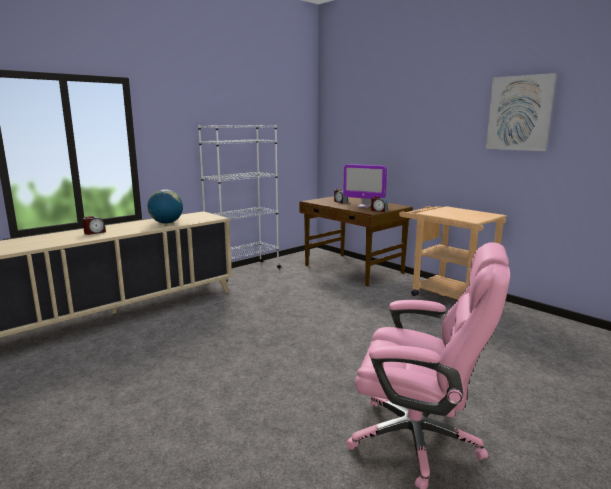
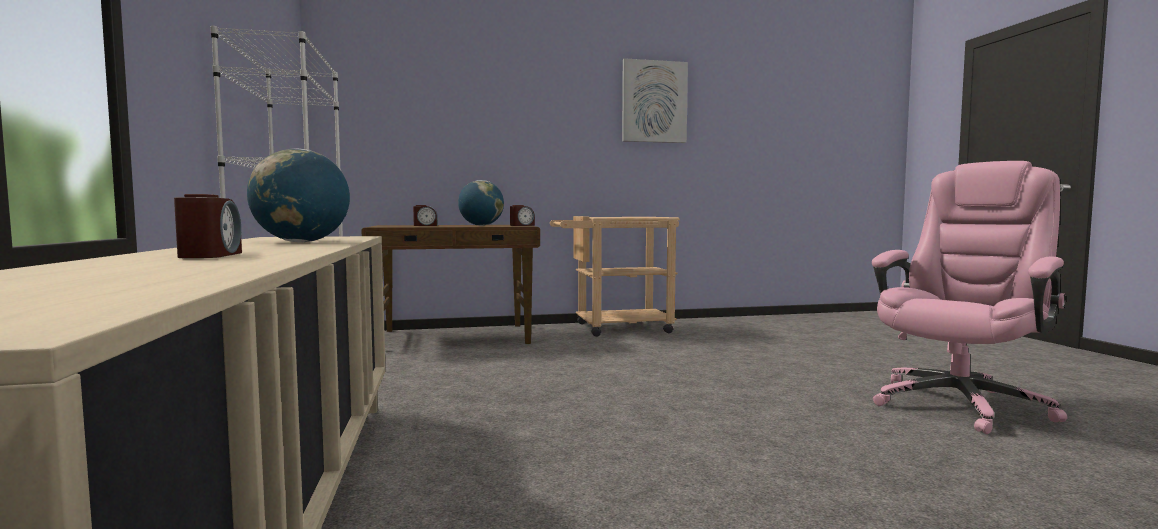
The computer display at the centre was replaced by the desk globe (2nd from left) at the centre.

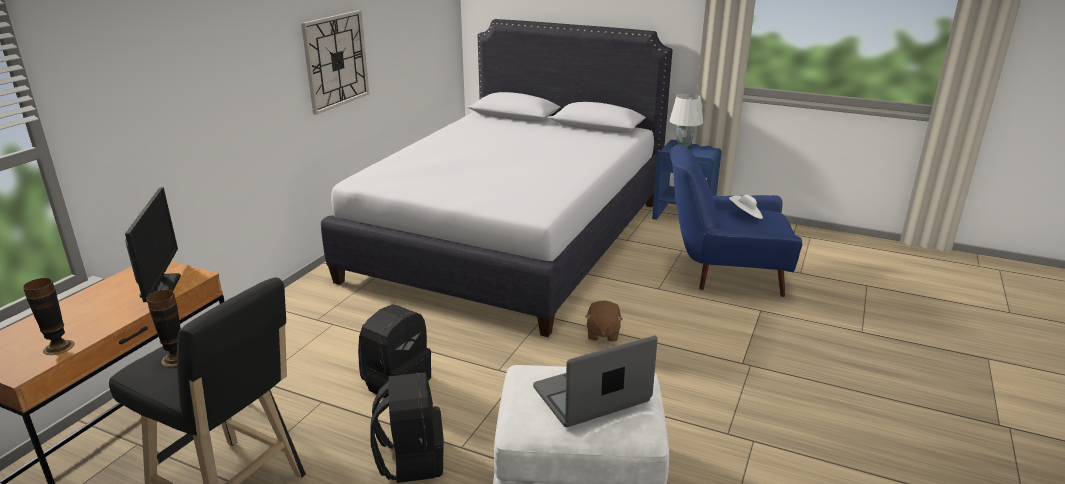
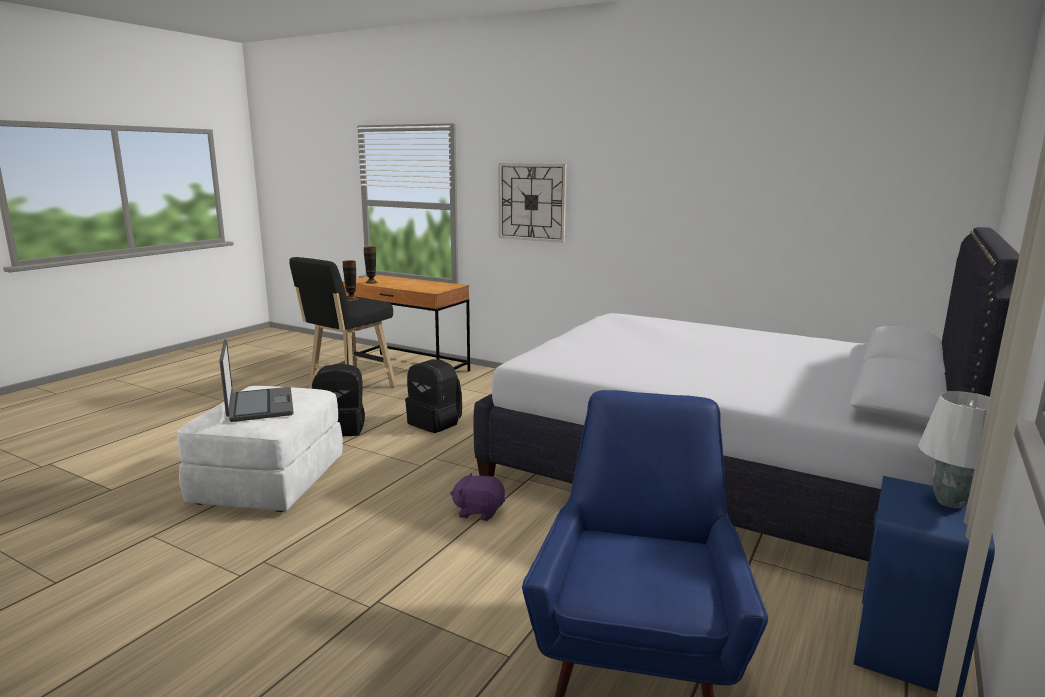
The brownish plush toy at the centre became the purplish plush toy at the bottom centre. The wall clock moved from the top left to the top centre. The computer display at the middle left disappeared. The white-coloured hat at the middle right disappeared.

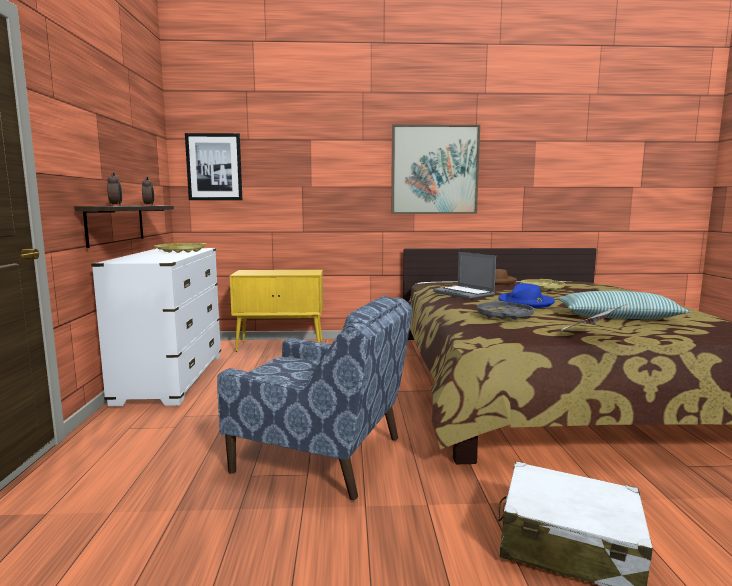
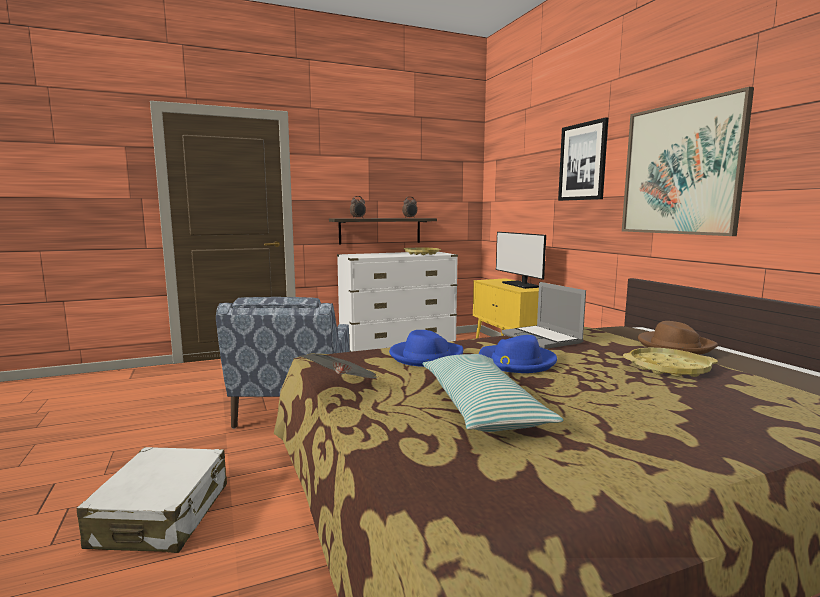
The greyish carrying tray at the middle right was replaced by the blue hat (1st from left) at the centre. The computer display at the centre appeared. The laptop at the centre turned 60 degrees counterclockwise. The wall art (1st from left) moved from the top left to the top right.

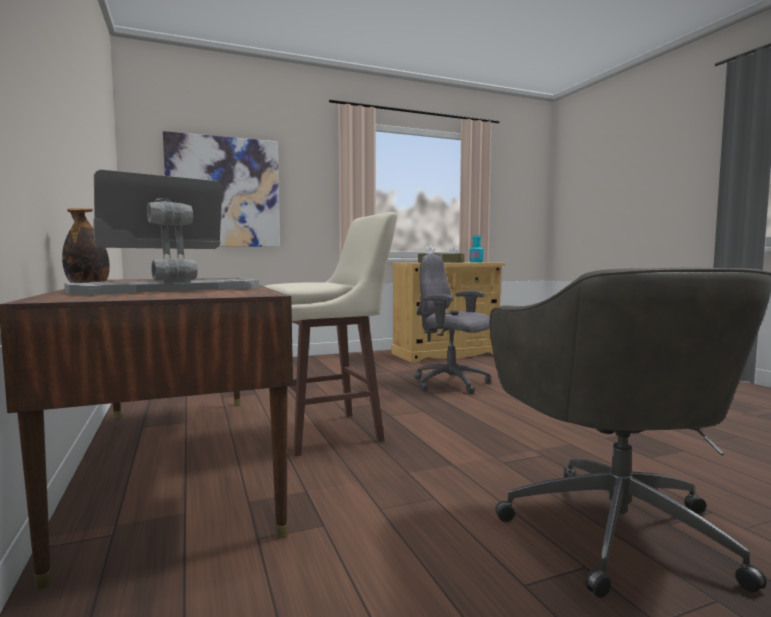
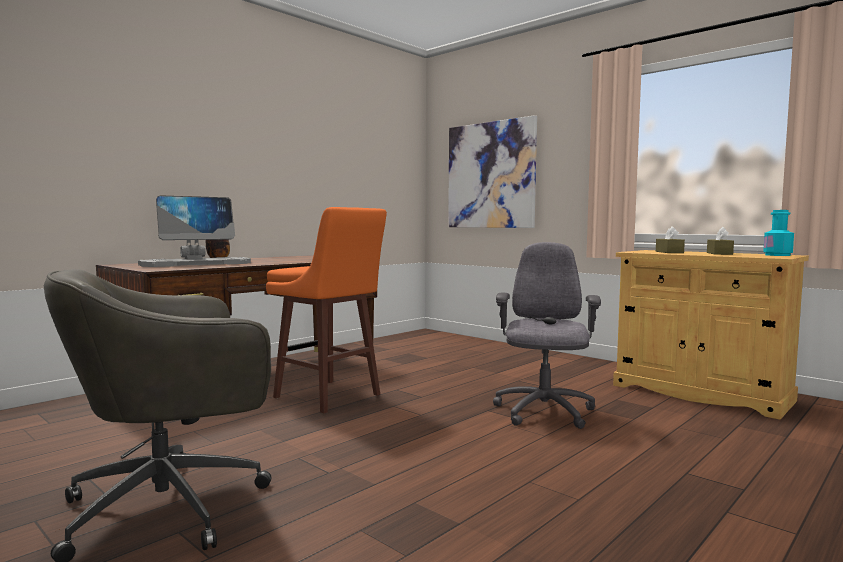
The computer display at the middle left turned 120 degrees clockwise. The beige-coloured stool seat at the centre became the orangey stool seat at the centre.

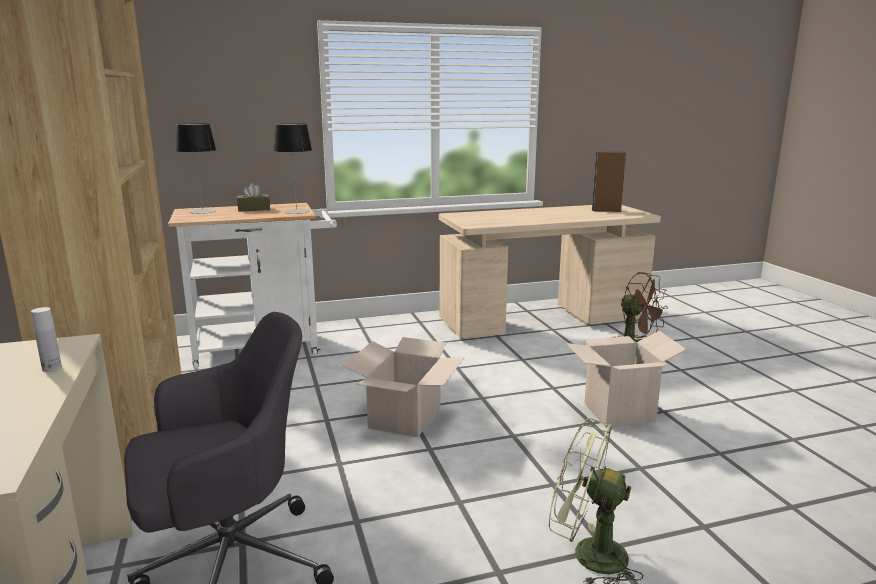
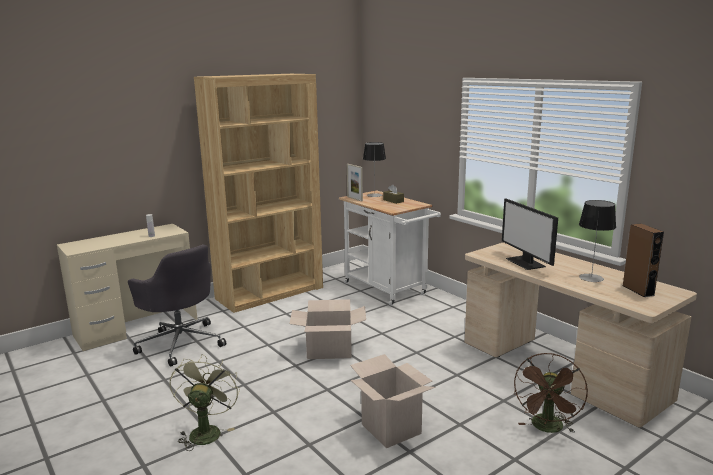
The picture frame at the centre appeared. The computer display at the middle right appeared. The lamp for a table (2nd from left) moved from the top centre to the middle right.

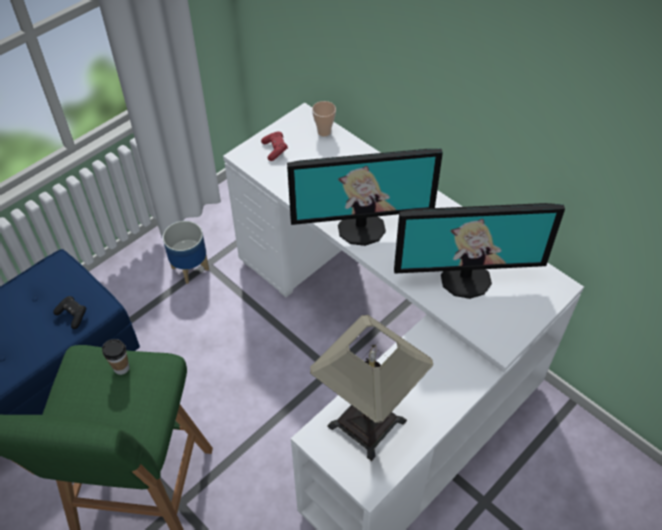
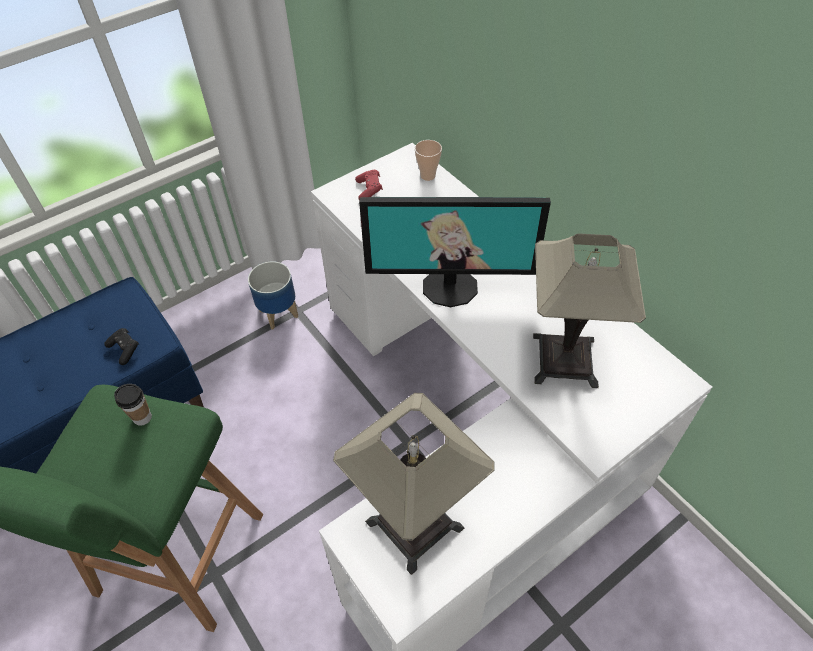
The computer display (2nd from left) at the middle right was replaced by the lamp for a table (2nd from left) at the middle right.

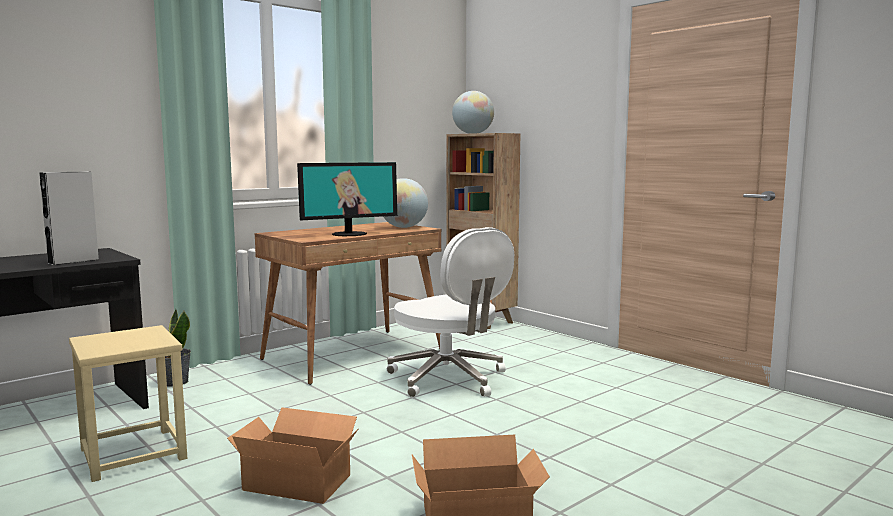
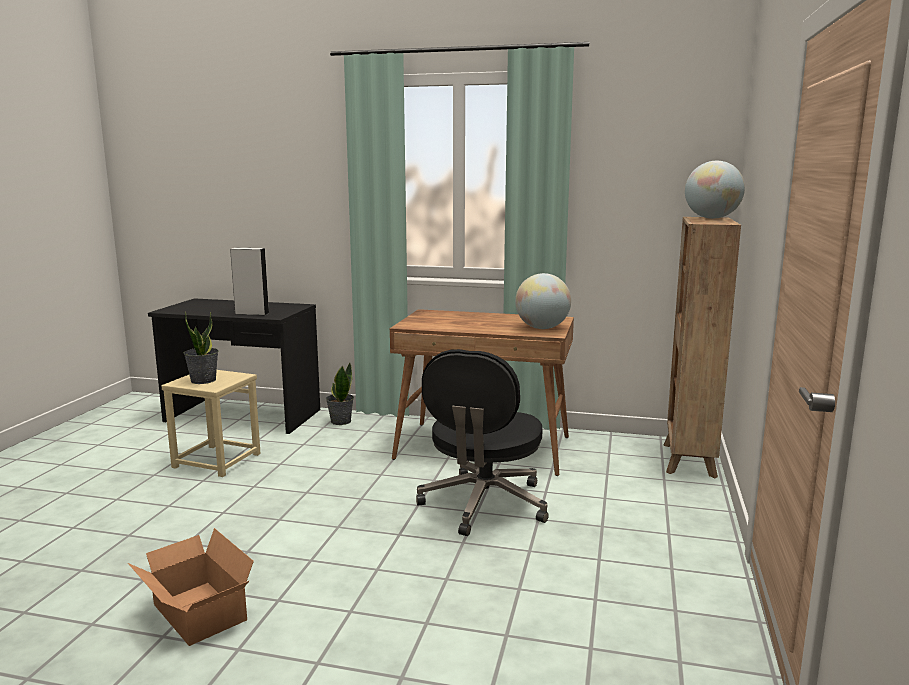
The houseplant (1st from left) at the middle left appeared. The white-coloured desk chair at the centre became the blackish desk chair at the centre. The packing box (1st from left) at the bottom left disappeared. The computer display at the centre disappeared.

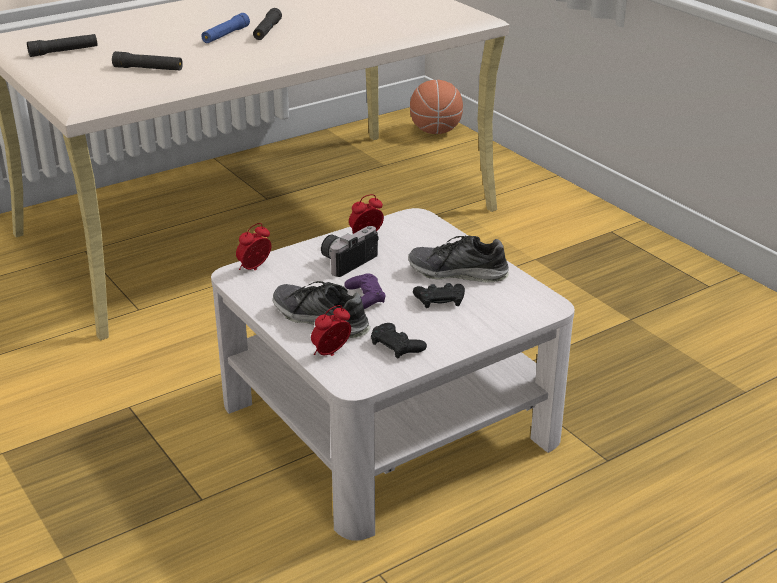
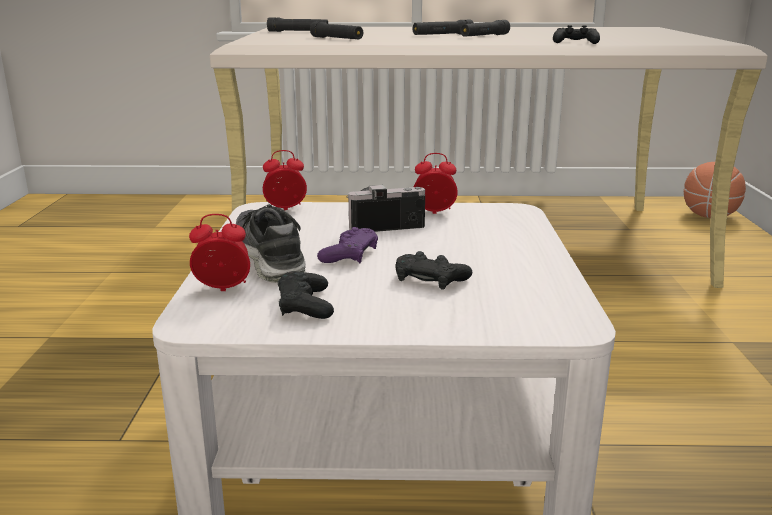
The blue hand torch at the top left became the blackish hand torch (3rd from left) at the top centre. The blackish gamepad (3rd from left) at the top right appeared. The shoe (2nd from left) at the centre disappeared.

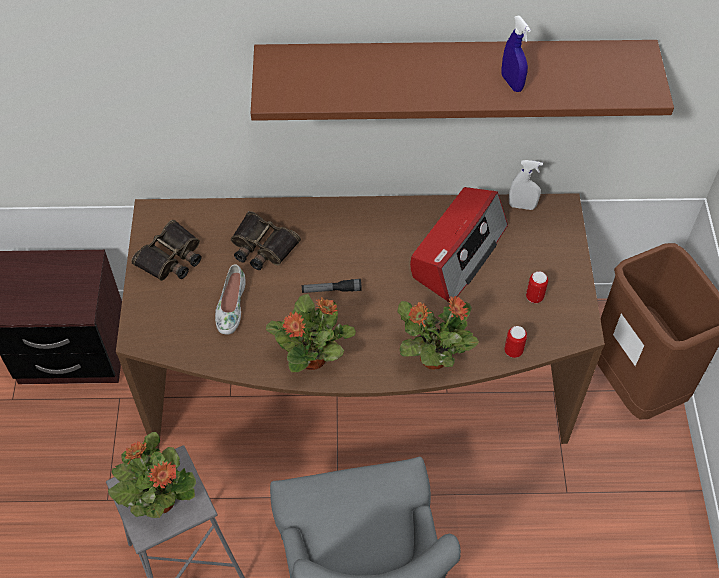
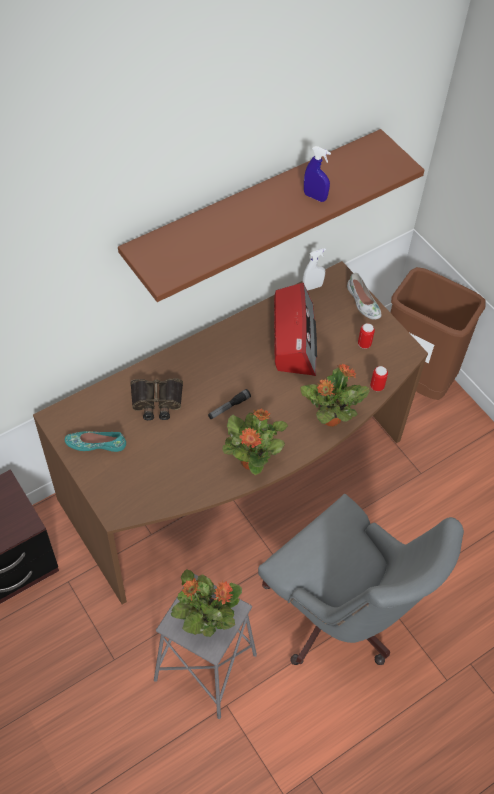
The binoculars (1st from left) at the middle left was replaced by the blue-green shoe at the middle left. The white-coloured shoe moved from the middle left to the middle right.

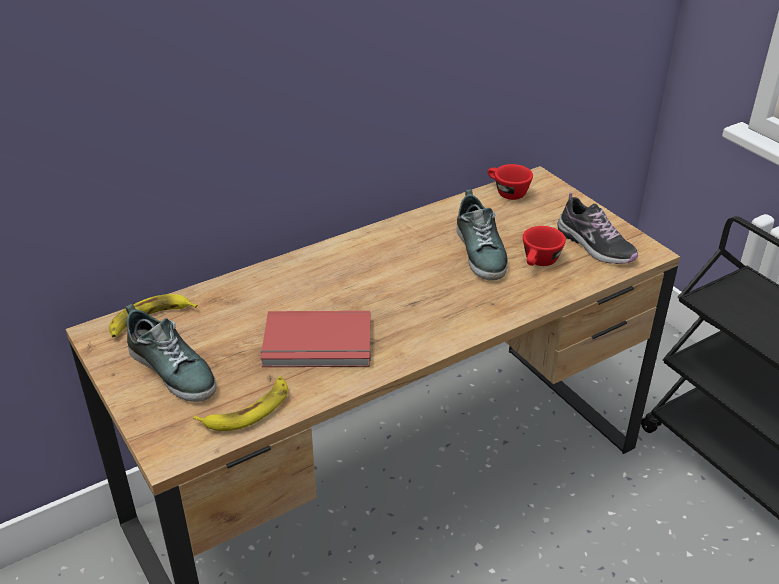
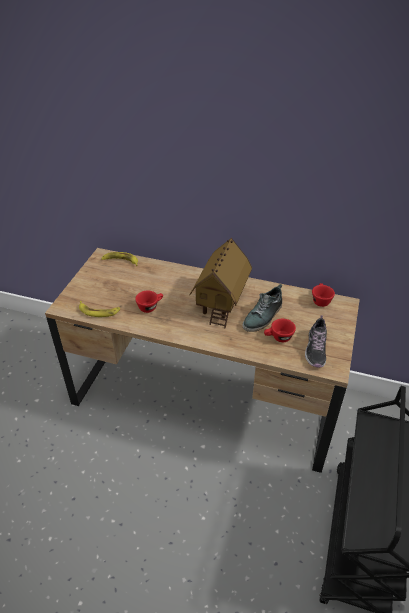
The red-coloured book at the centre was replaced by the red-coloured drinking cup (1st from left) at the centre. The toy house at the centre appeared. The shoe (1st from left) at the middle left disappeared.

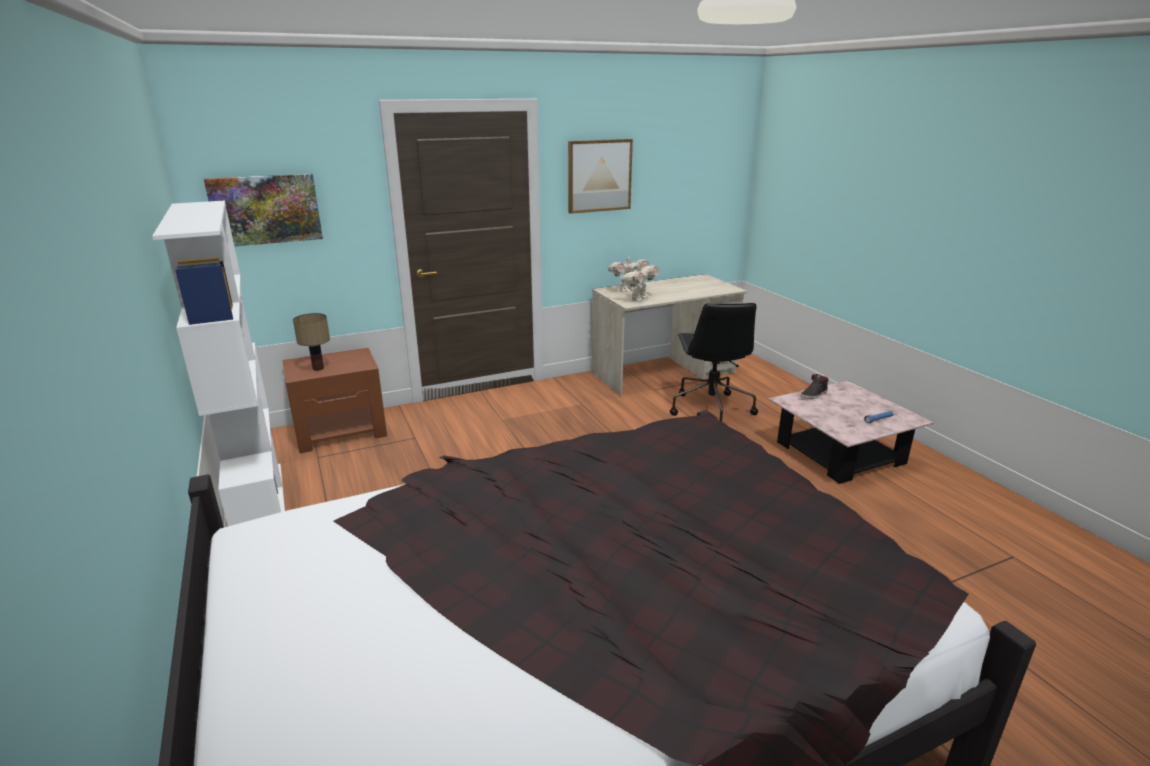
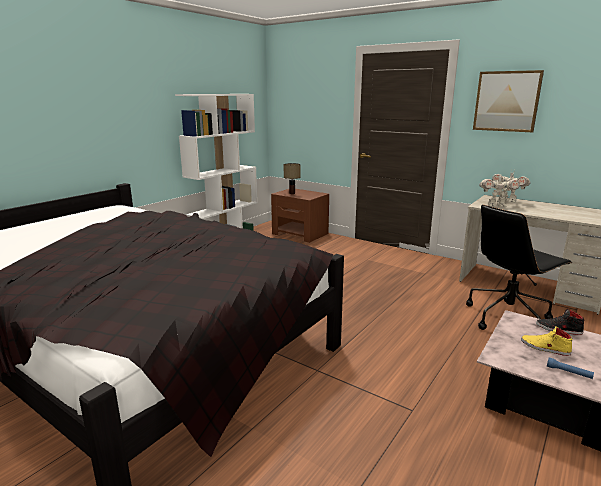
The yellow-coloured shoe at the bottom right appeared. The wall art (1st from left) at the top left disappeared.

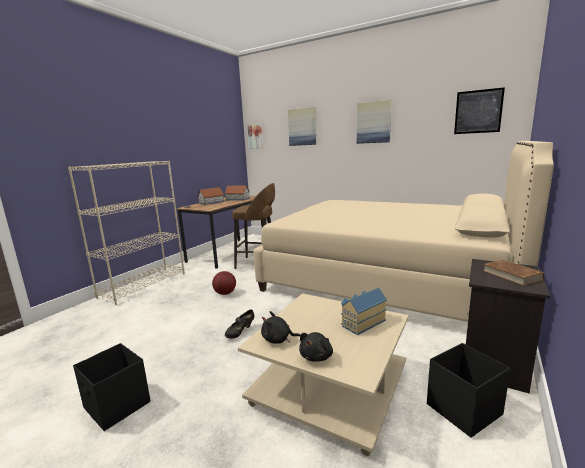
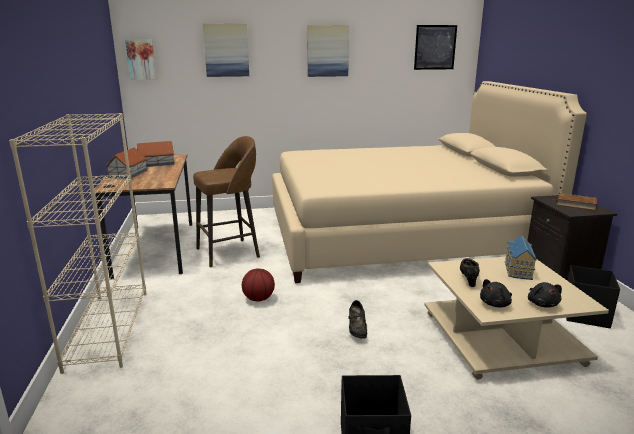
The blackish shoe (2nd from left) at the middle right appeared.

